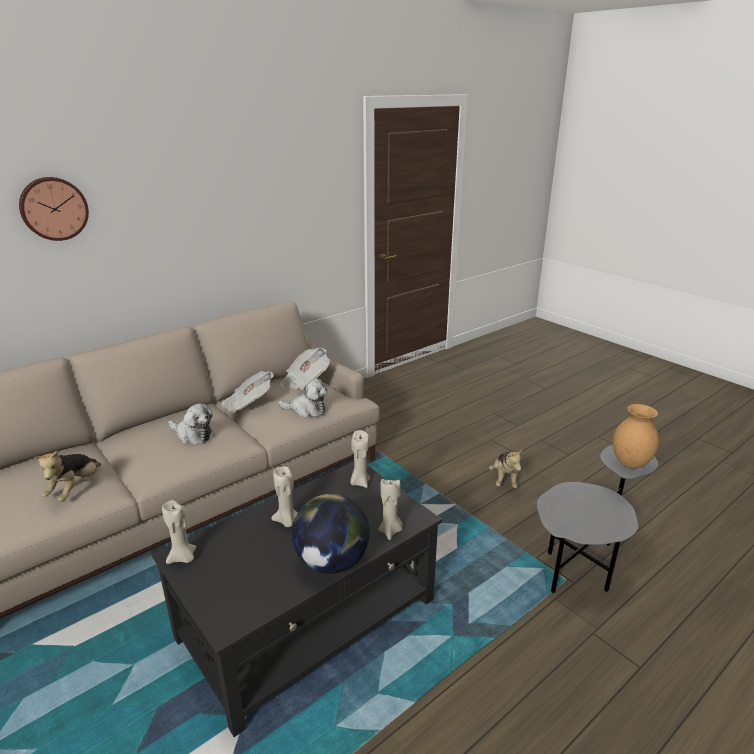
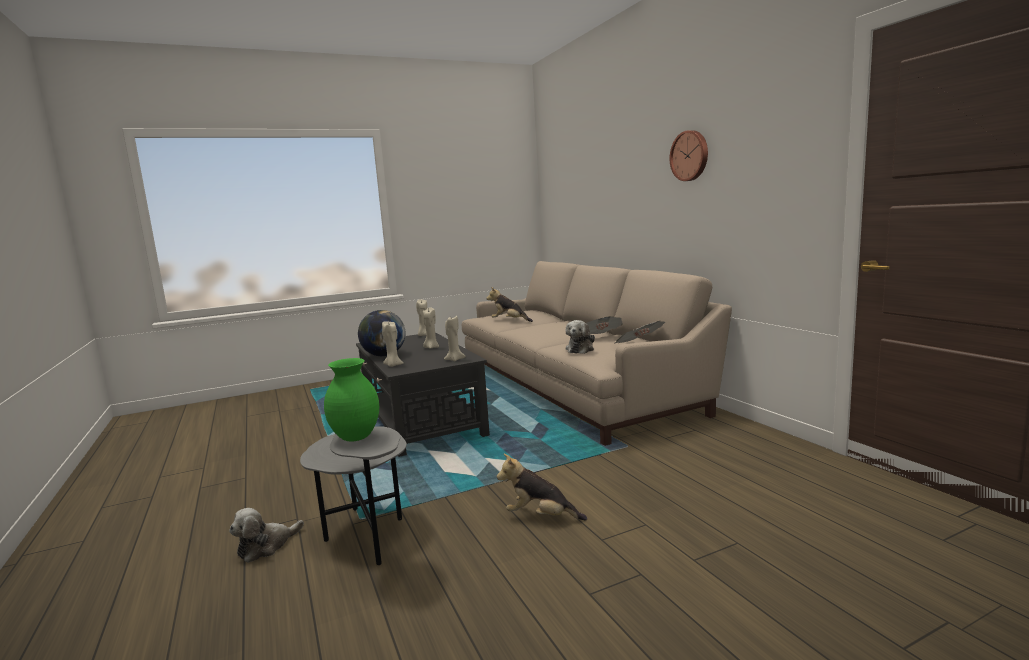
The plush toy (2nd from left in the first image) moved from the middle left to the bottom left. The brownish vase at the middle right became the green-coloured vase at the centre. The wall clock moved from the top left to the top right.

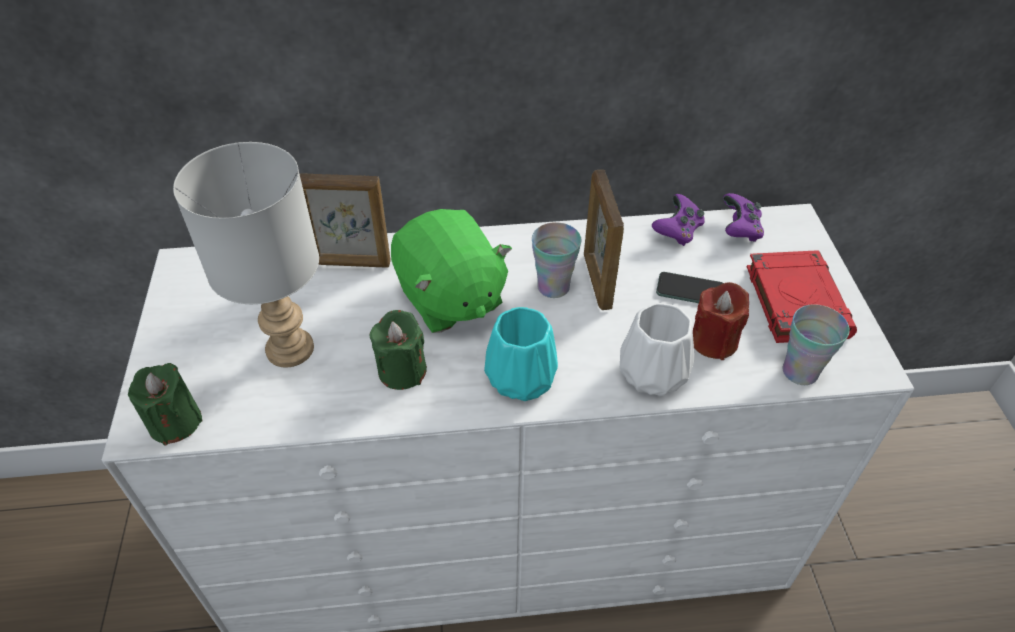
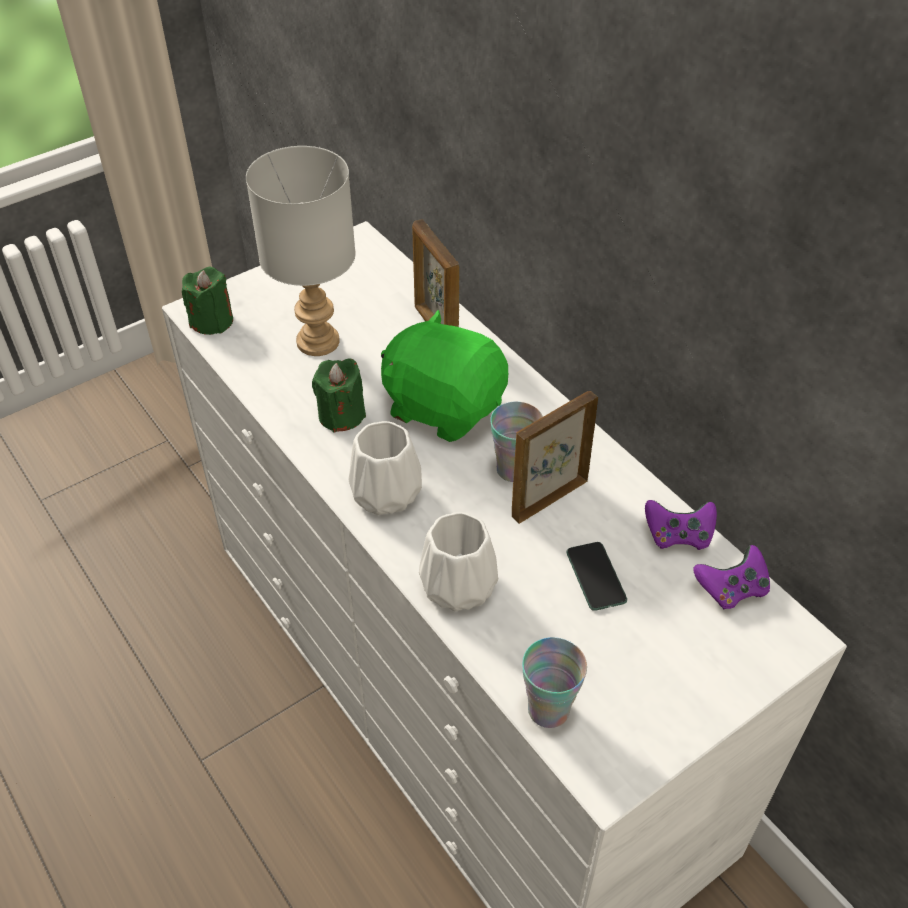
The blue-green vase at the centre became the white-coloured vase (1st from left) at the centre. The green-coloured plush toy at the centre turned 90 degrees clockwise. The red-coloured wax light at the middle right disappeared. The red-coloured book at the middle right disappeared.

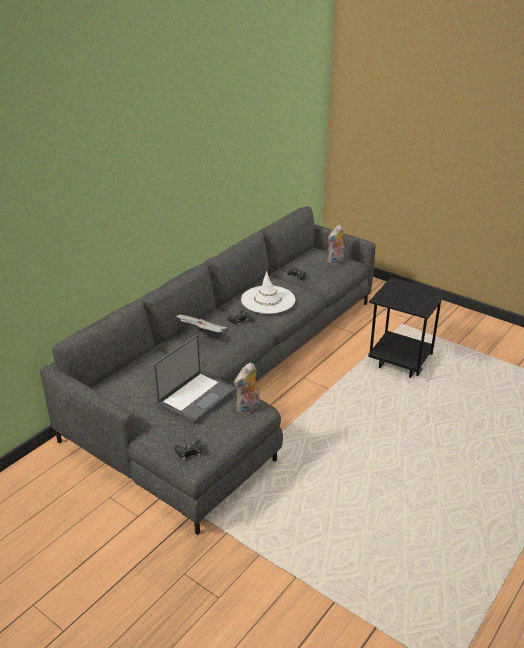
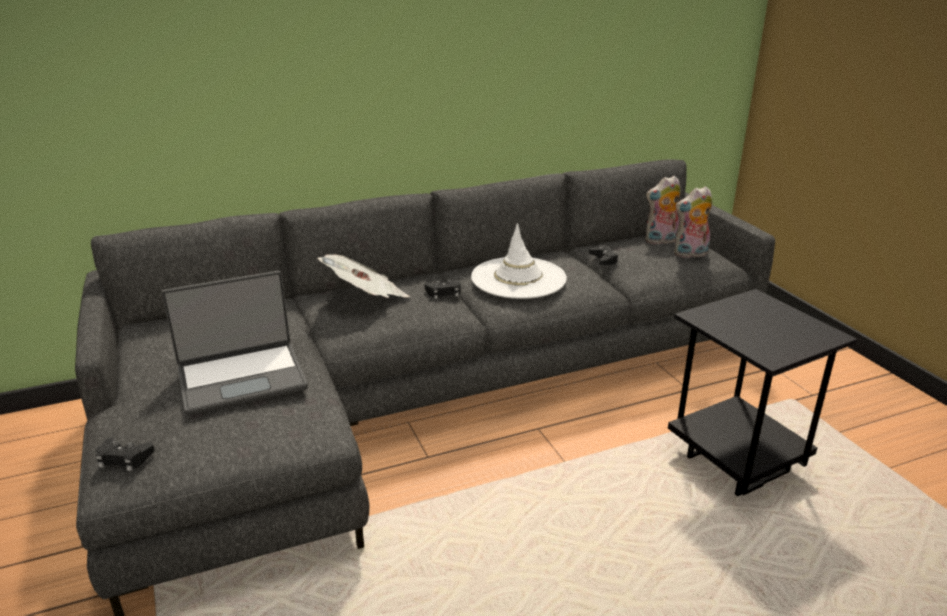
The plush toy (1st from left) moved from the centre to the middle right.

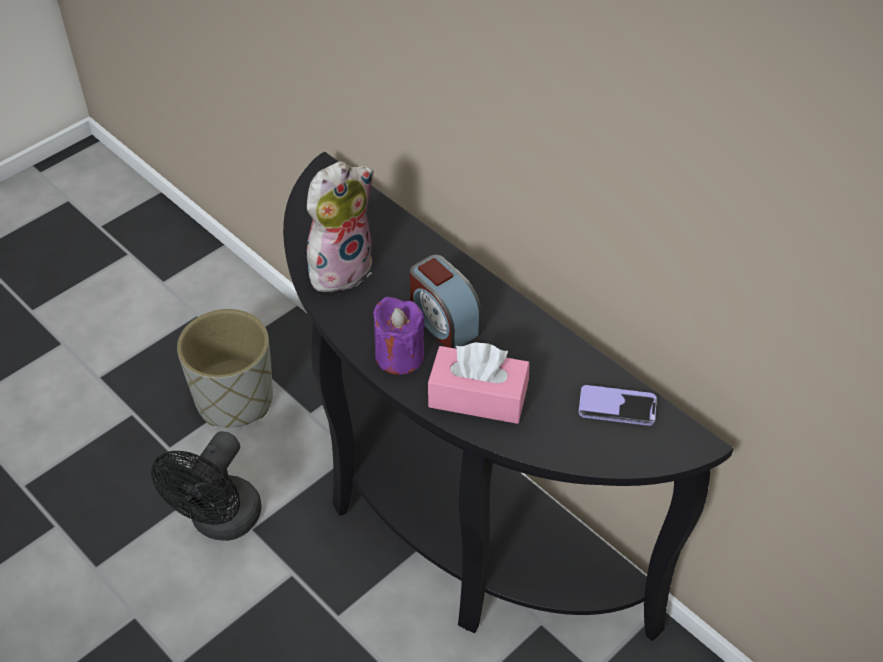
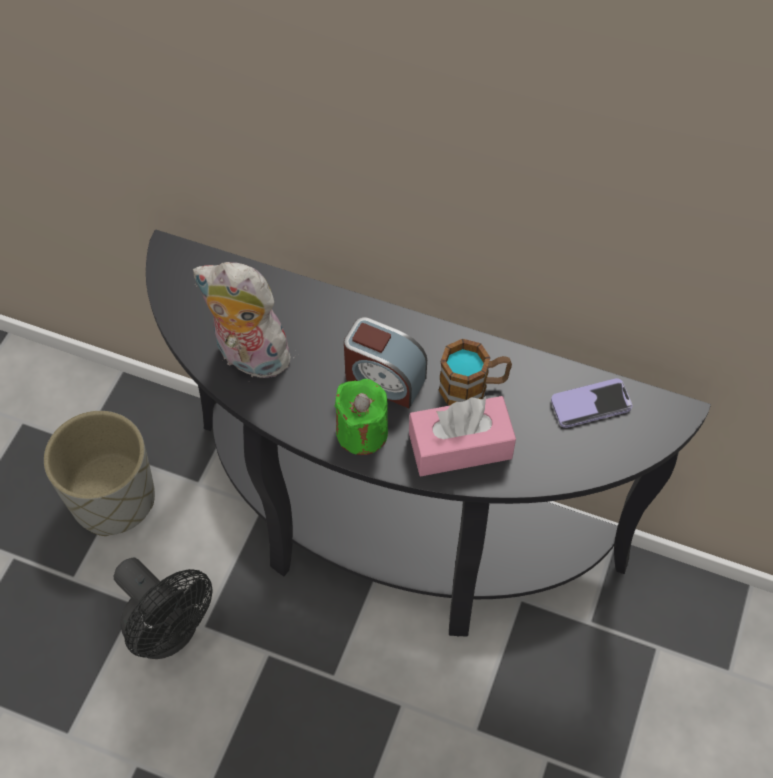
The blackish cooling fan at the bottom left turned 45 degrees counterclockwise. The plush toy at the centre turned 90 degrees counterclockwise. The purplish wax light at the centre became the green-coloured wax light at the centre. The mug at the centre appeared.

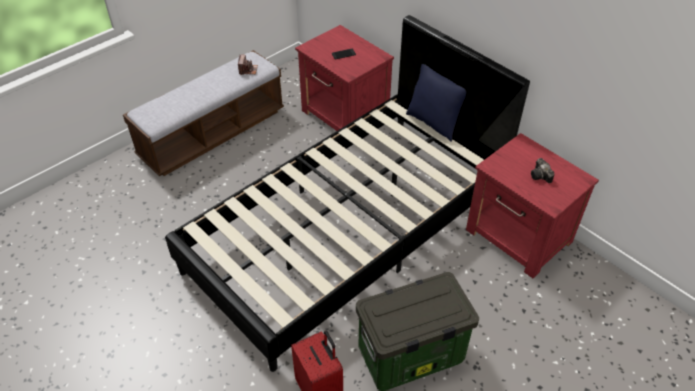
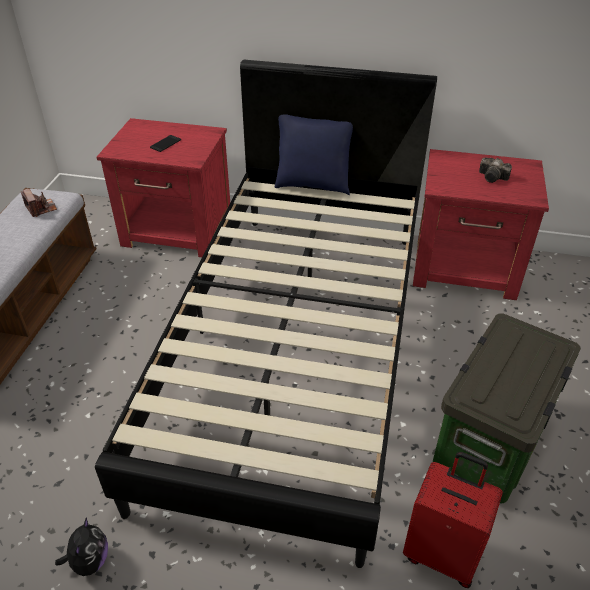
The plush toy at the bottom left appeared.

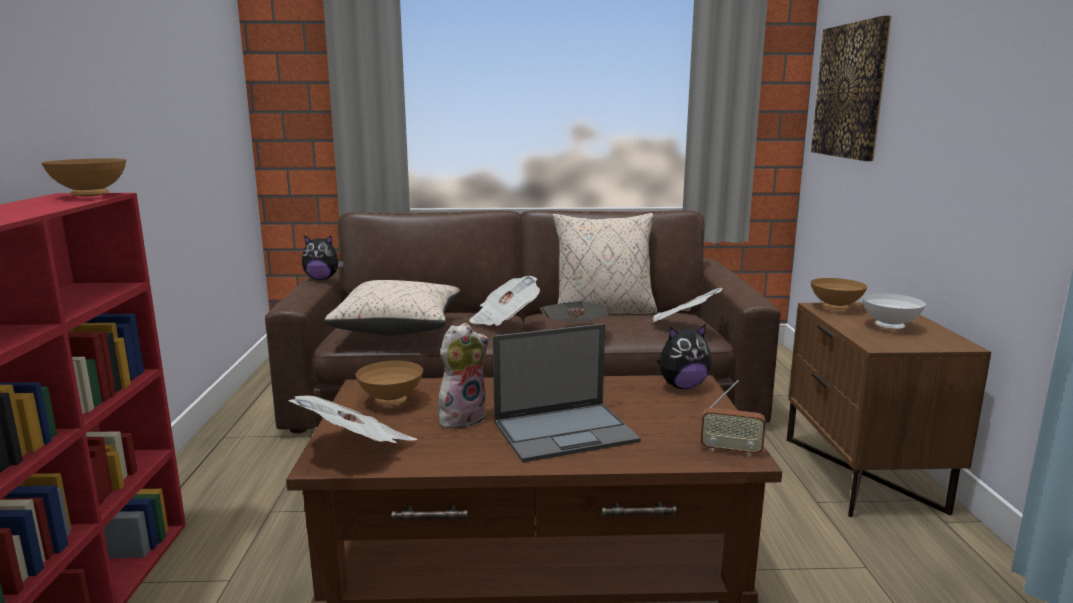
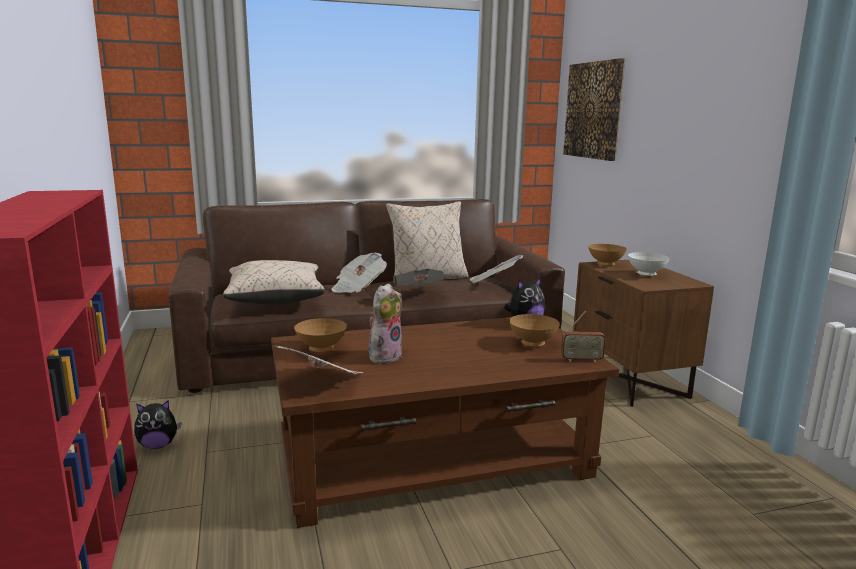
The plush toy (1st from left) moved from the middle left to the bottom left. The brownish serving bowl (1st from left in the first image) moved from the top left to the centre. The laptop at the centre disappeared.

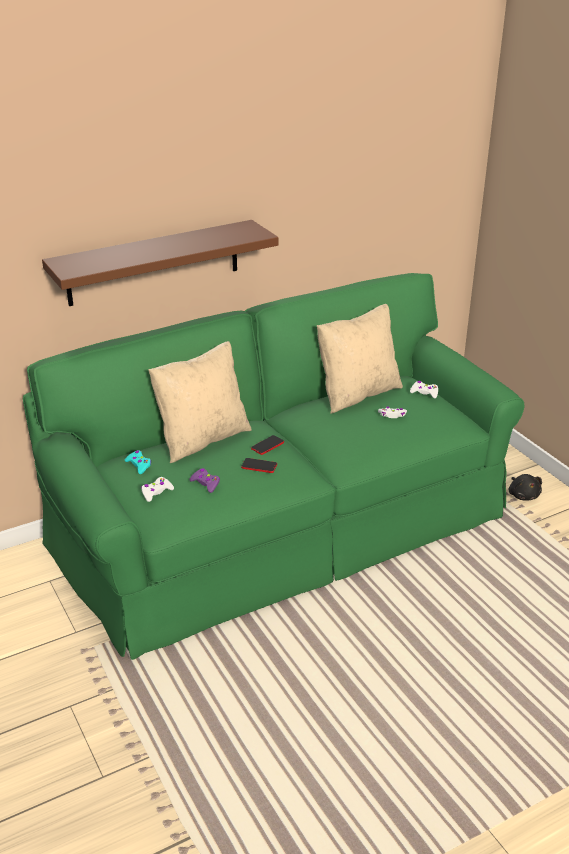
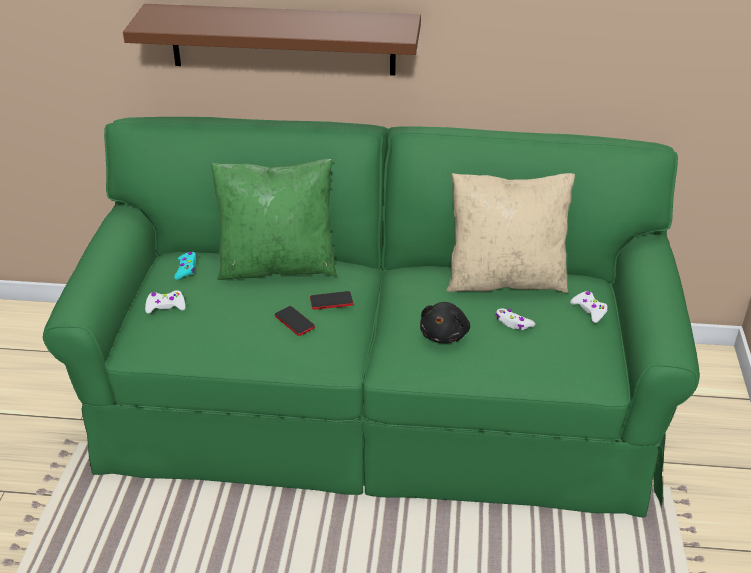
The beige-coloured throw pillow (1st from left) at the centre became the green-coloured throw pillow at the centre. The blackish plush toy moved from the middle right to the centre. The purplish gamepad at the centre disappeared.

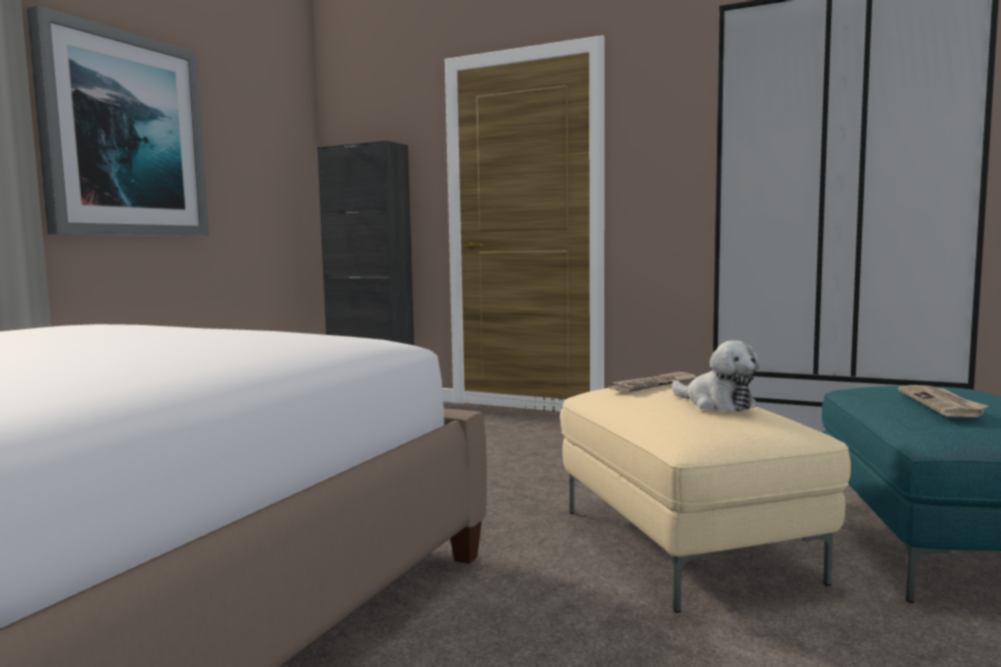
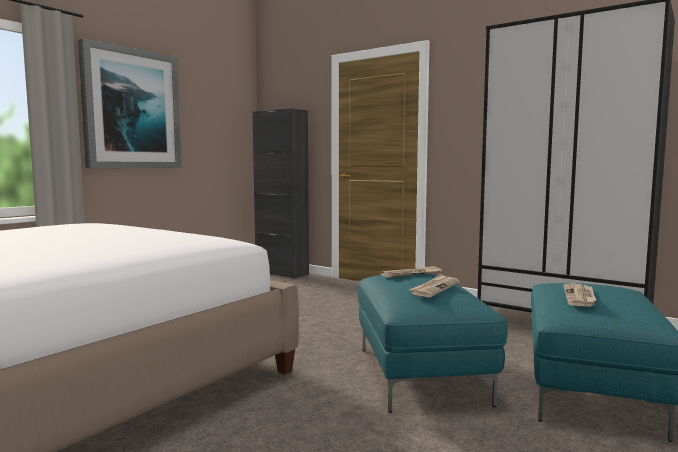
The beige-coloured pouffe at the bottom right became the blue-green pouffe (1st from left) at the bottom centre. The plush toy at the middle right was replaced by the daily paper (2nd from left) at the centre.

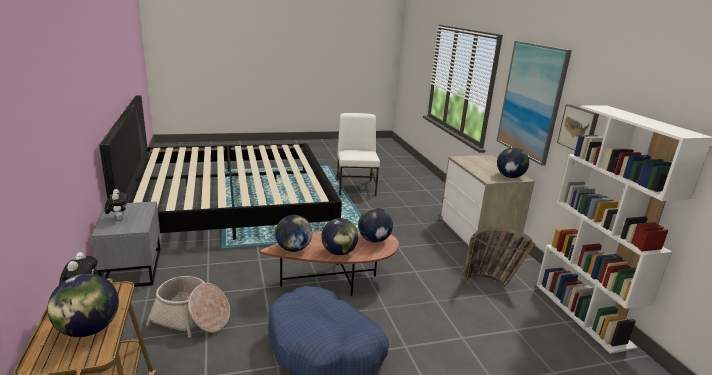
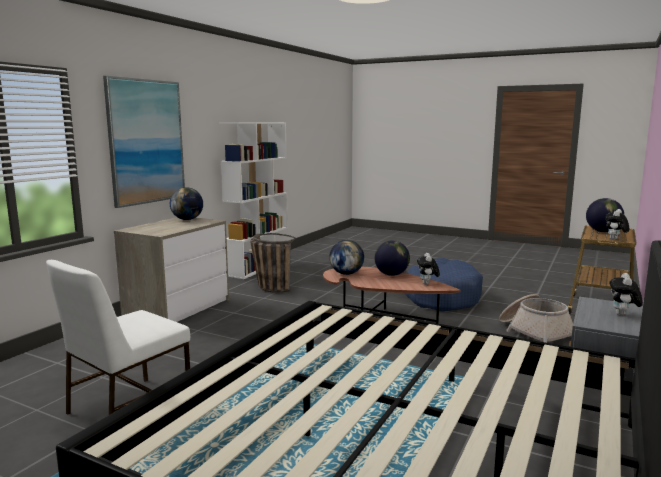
The desk globe (2nd from left) at the centre was replaced by the plush toy (1st from left) at the centre. The wall art (2nd from left) at the middle right disappeared.

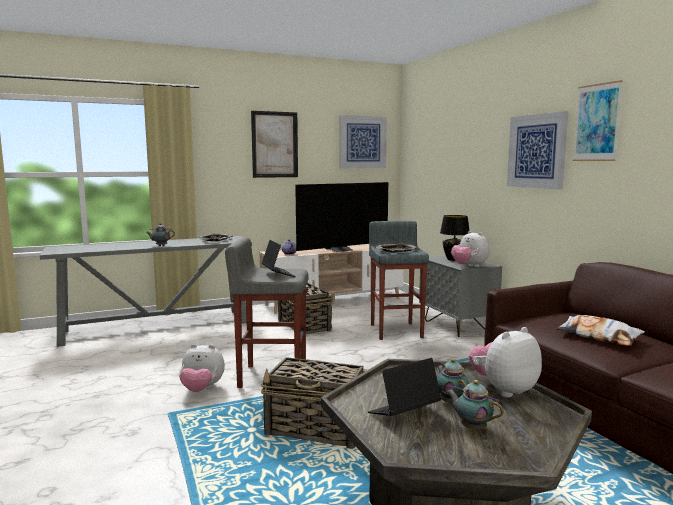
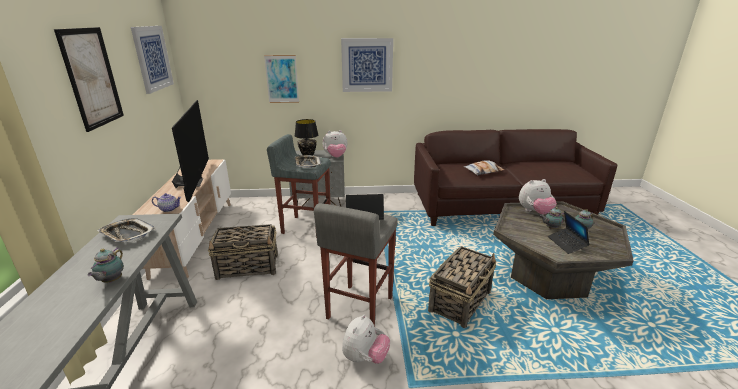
The wall art (4th from left in the first image) moved from the top right to the top centre. The plush toy (3rd from left) at the bottom right turned 90 degrees counterclockwise.

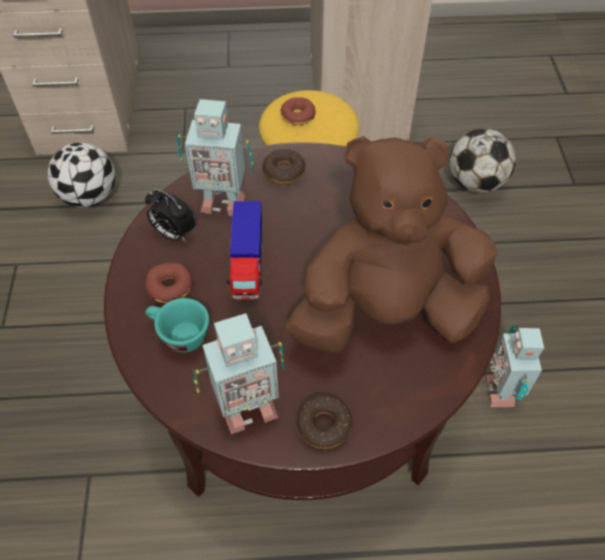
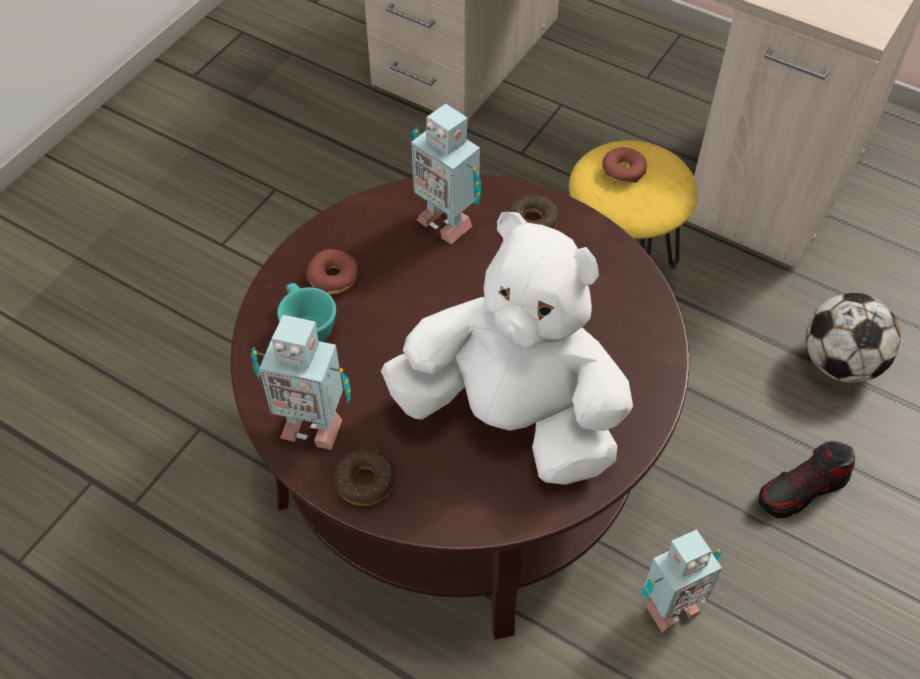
The brownish plush toy at the centre became the white-coloured plush toy at the centre. The model robot (3rd from left) at the middle right turned 150 degrees counterclockwise. The shoe at the bottom right appeared. The ball for football (1st from left) at the top left disappeared. The table clock at the middle left disappeared. The model truck at the centre disappeared.

